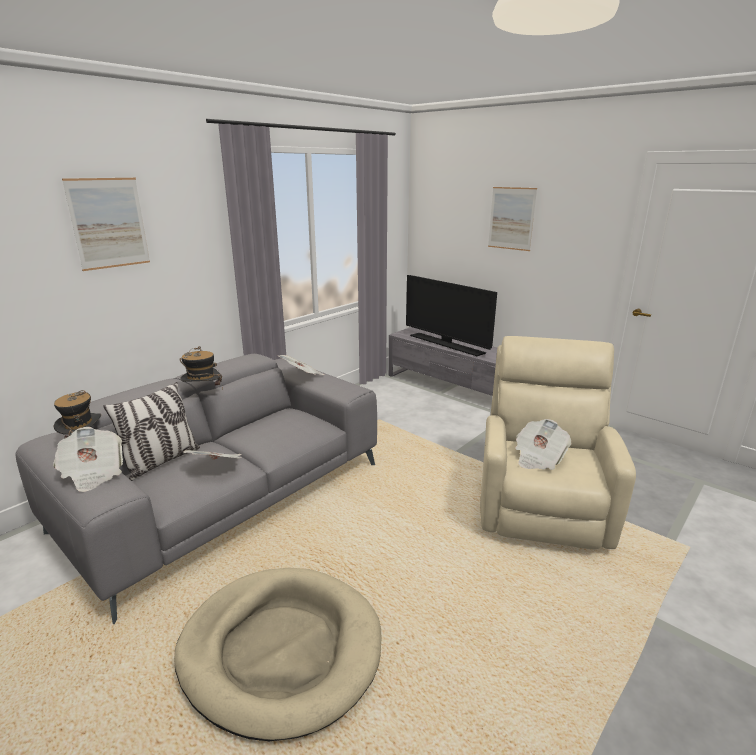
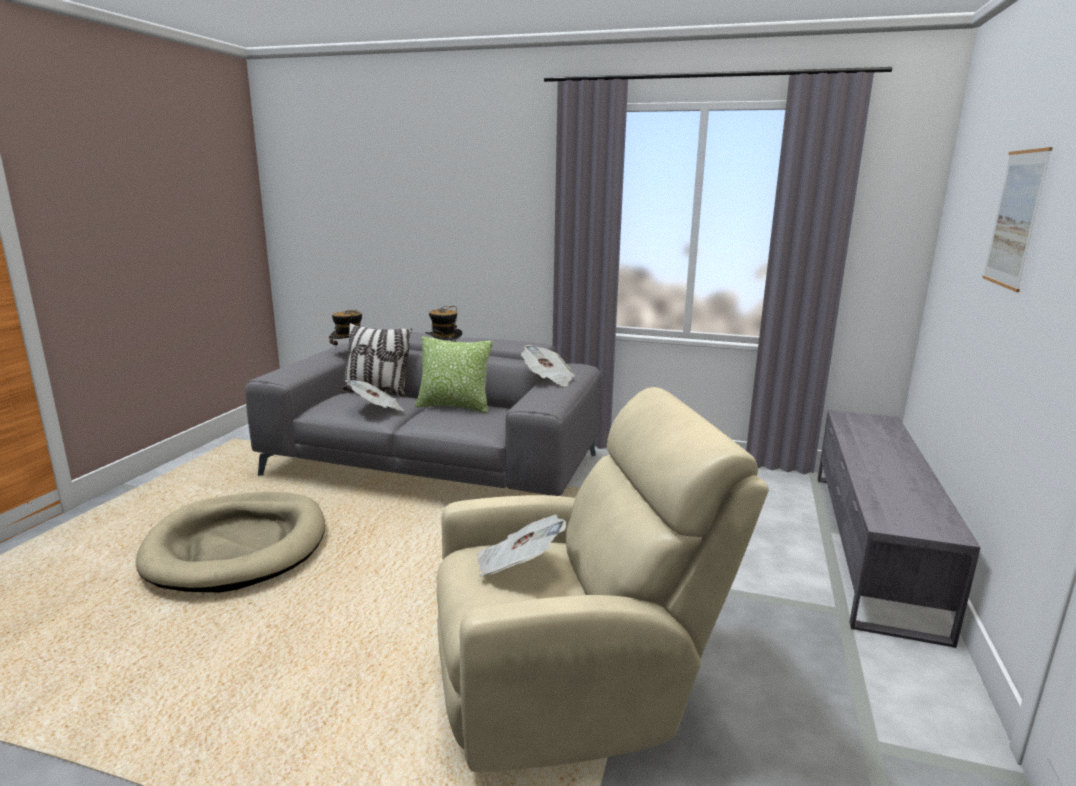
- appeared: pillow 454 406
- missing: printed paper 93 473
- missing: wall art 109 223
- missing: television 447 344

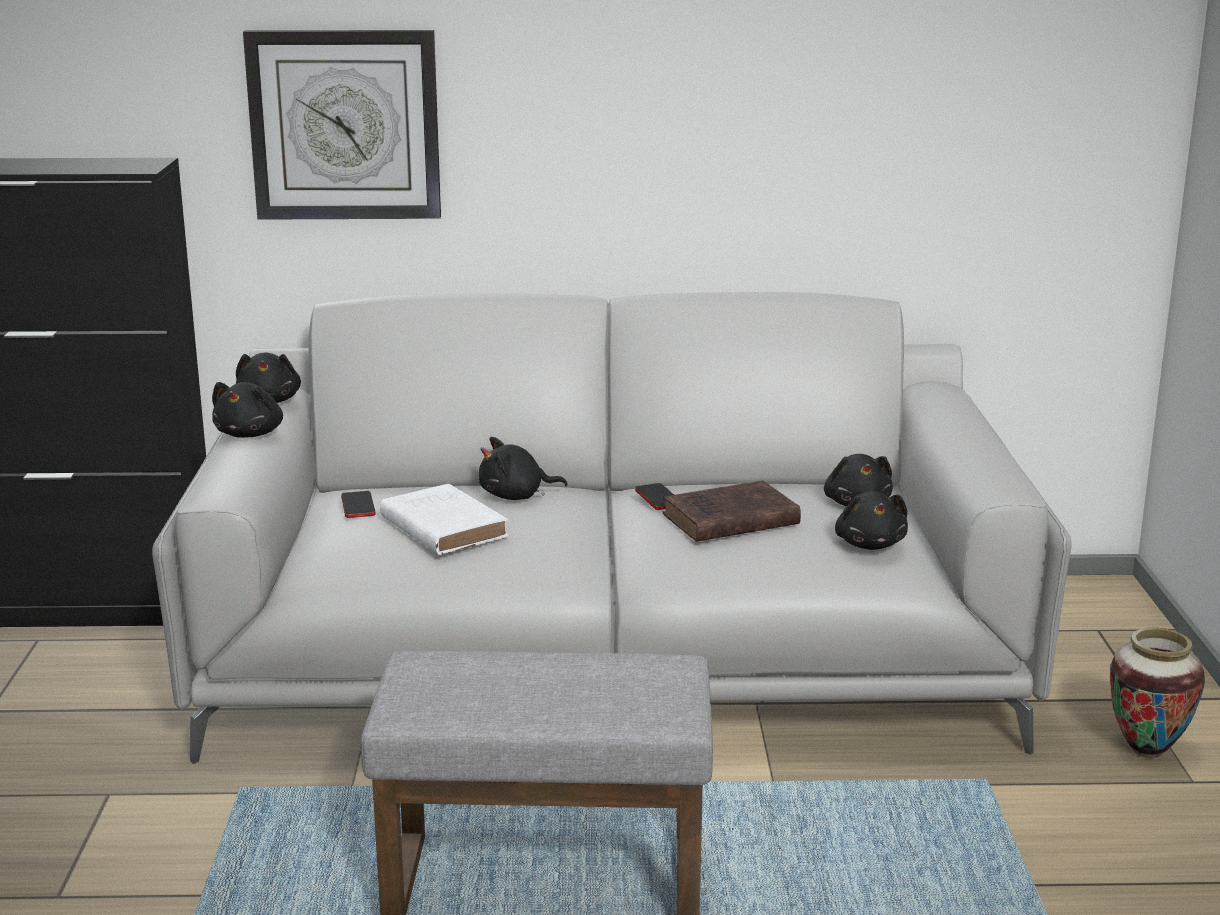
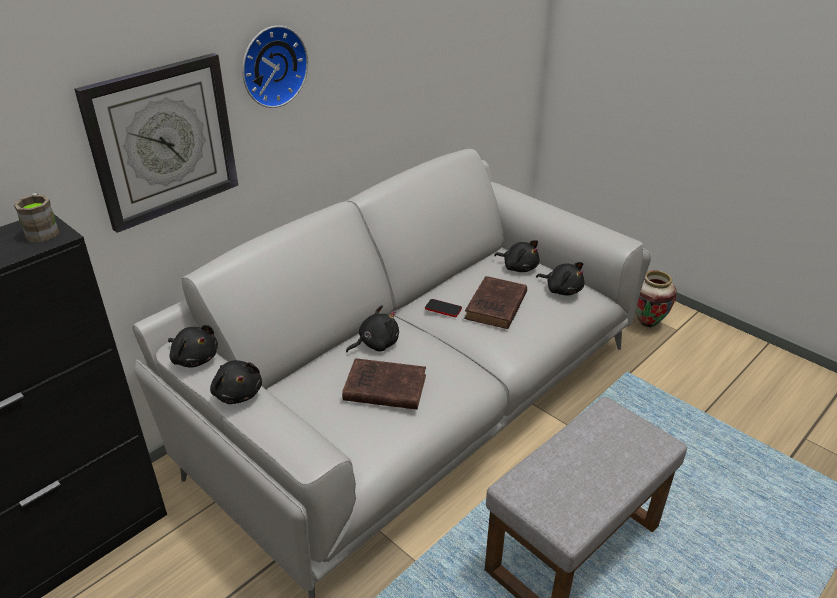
- appeared: brown coffee mug 42 230
- appeared: clock on the wall 272 66
- colour: whitish volume 441 526 to brown volume 382 388
- spun: blackish soft toy 516 496 = 376 344 150 degrees counterclockwise
- missing: handset 358 506

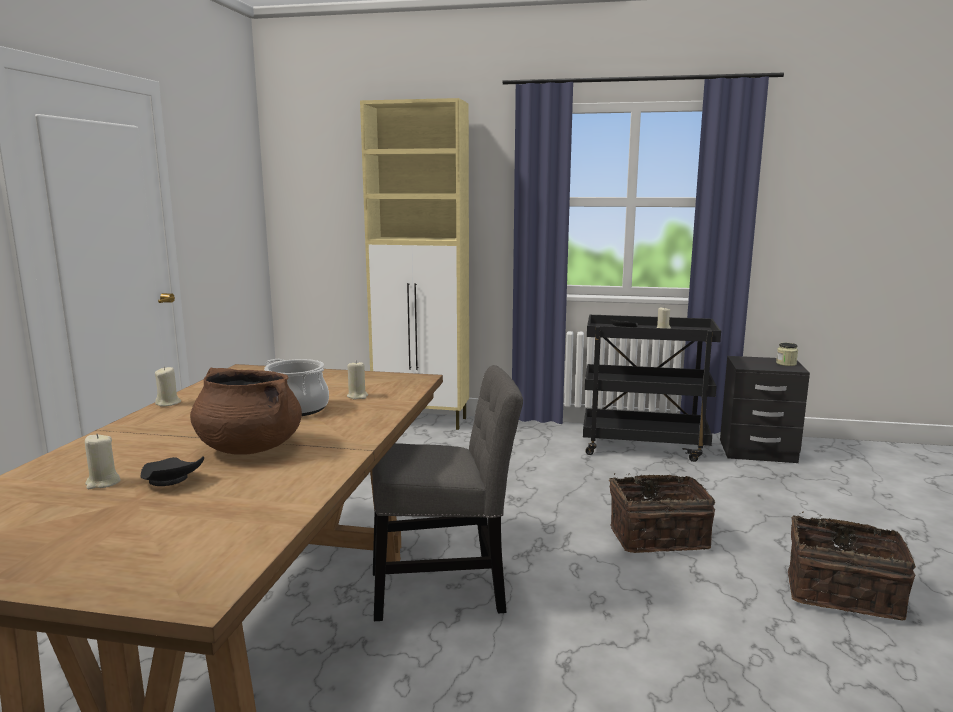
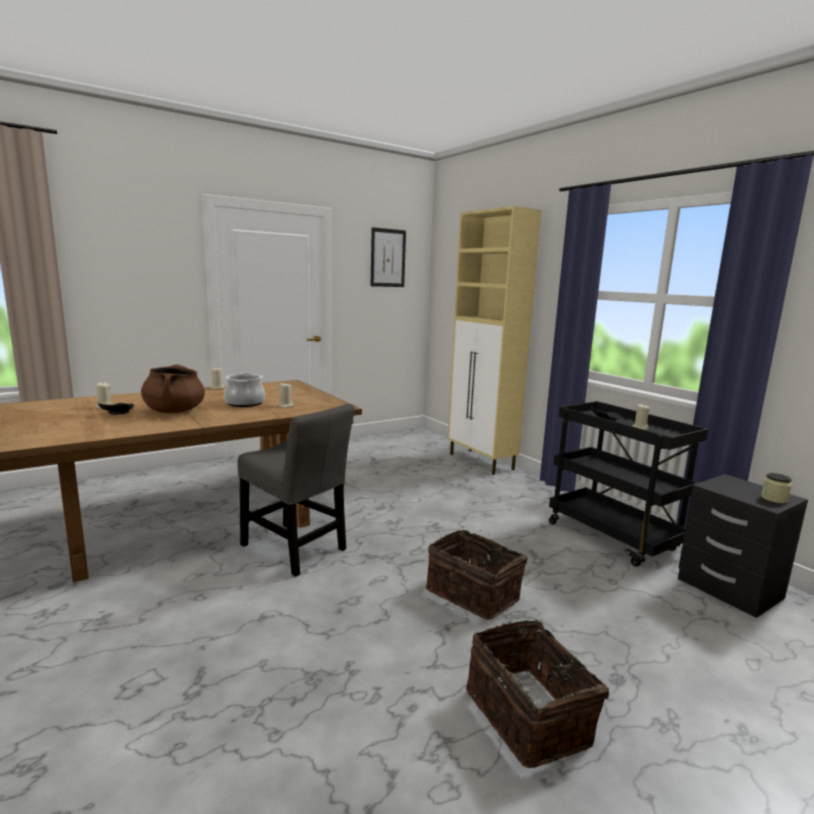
- appeared: wall art 388 258

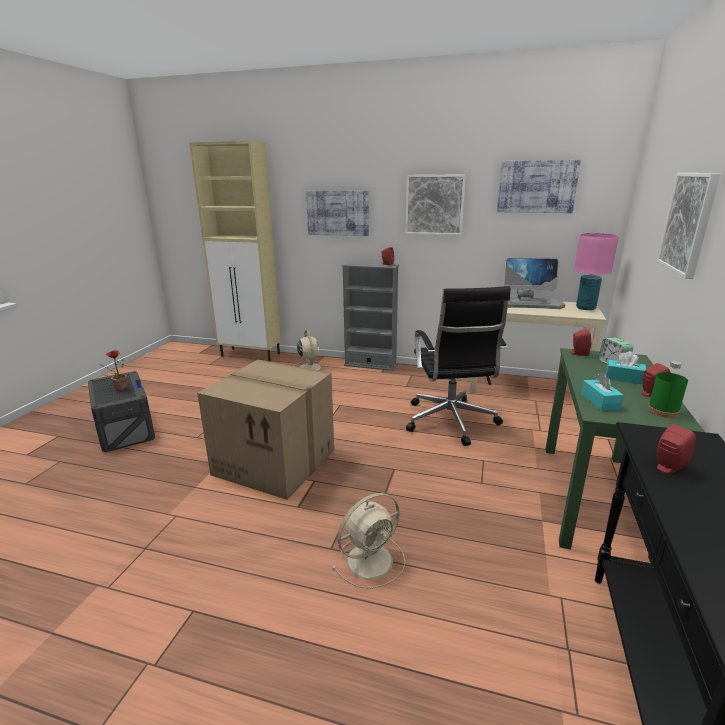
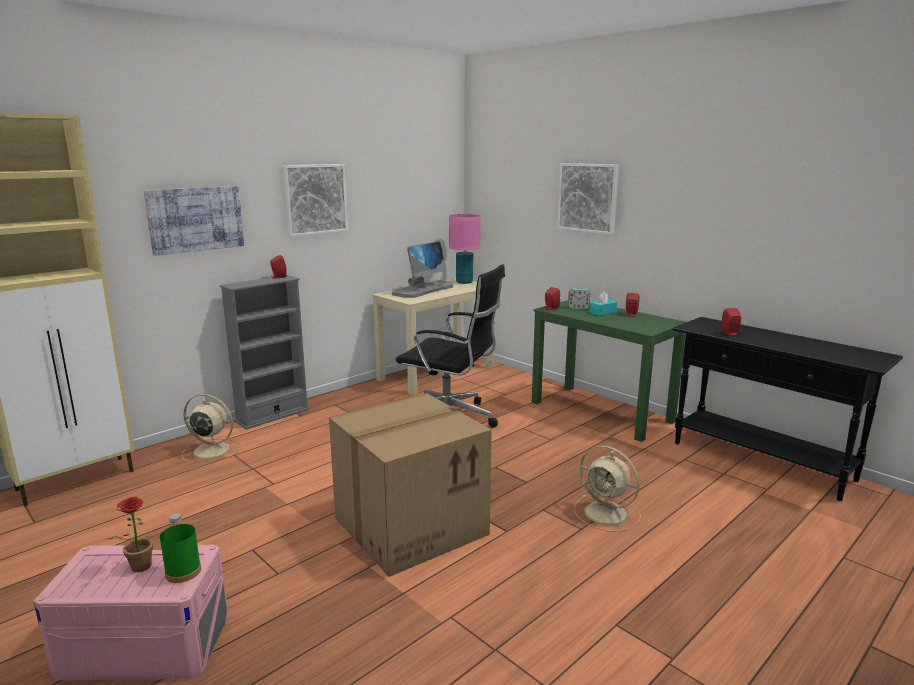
- colour: gray storage box 125 429 to pink storage box 144 645
- relocated: greenish drink bottle 663 411 to 183 572
- spun: beige-coloured electric fan 371 559 = 607 514 135 degrees clockwise
- missing: wall art 536 186
- missing: turquoise tissue box 600 401

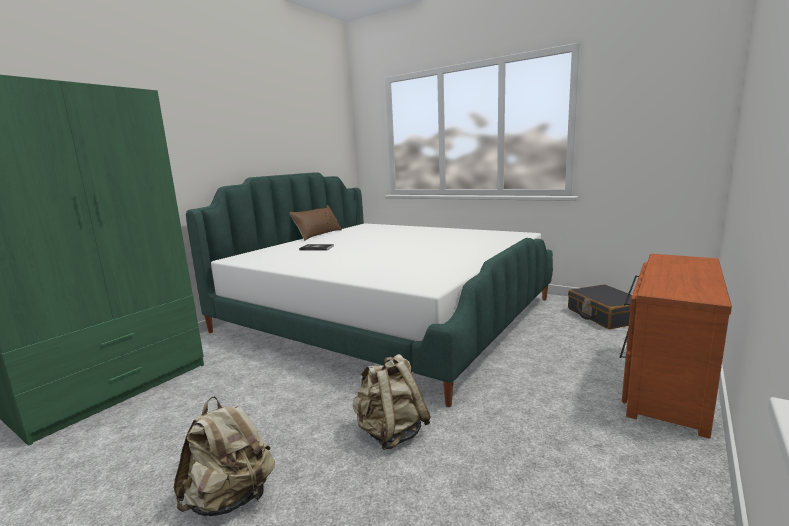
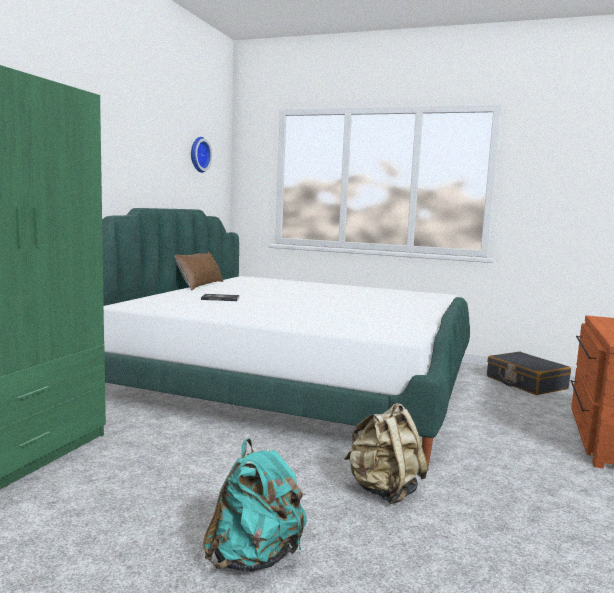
- appeared: clock on the wall 198 154
- colour: beige-coloured backpack 231 498 to turquoise backpack 255 558

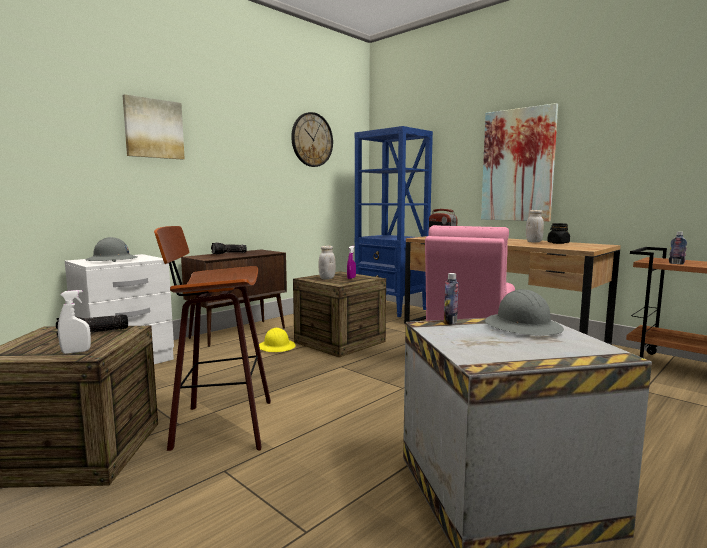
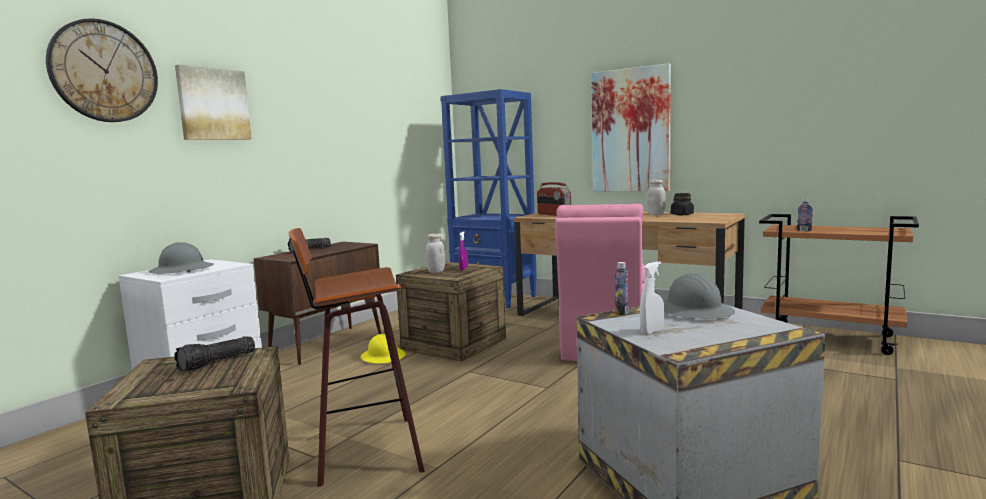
- relocated: clock on the wall 312 140 to 104 71
- relocated: whitish spray bottle 76 352 to 652 331

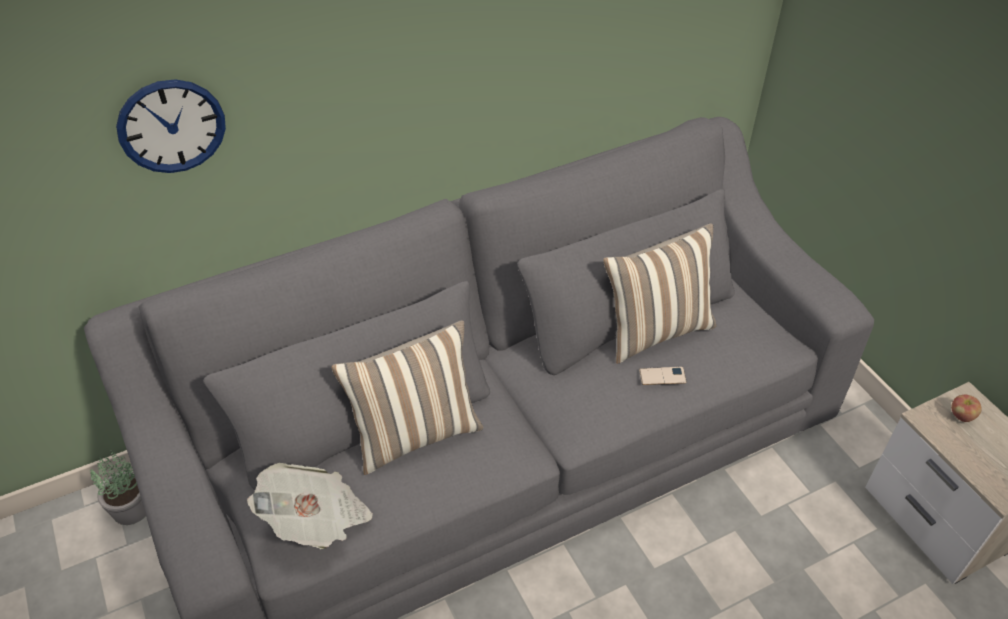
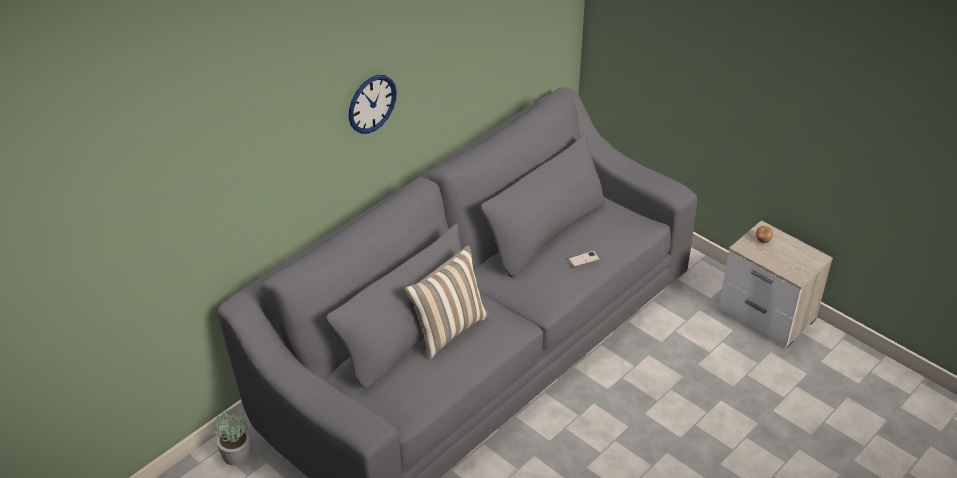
- relocated: clock on the wall 172 126 to 372 104
- missing: printed paper 316 519
- missing: pillow 655 331

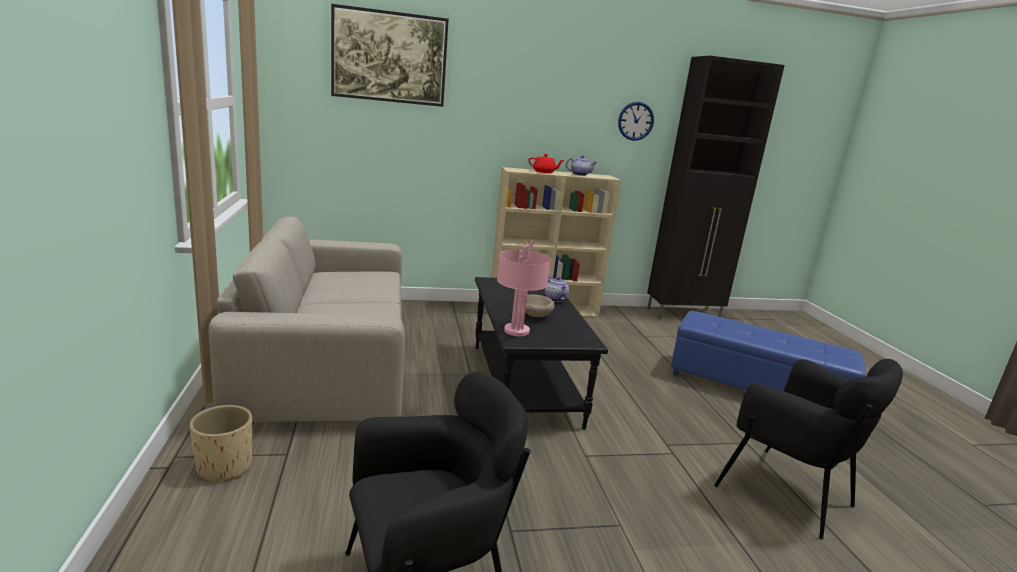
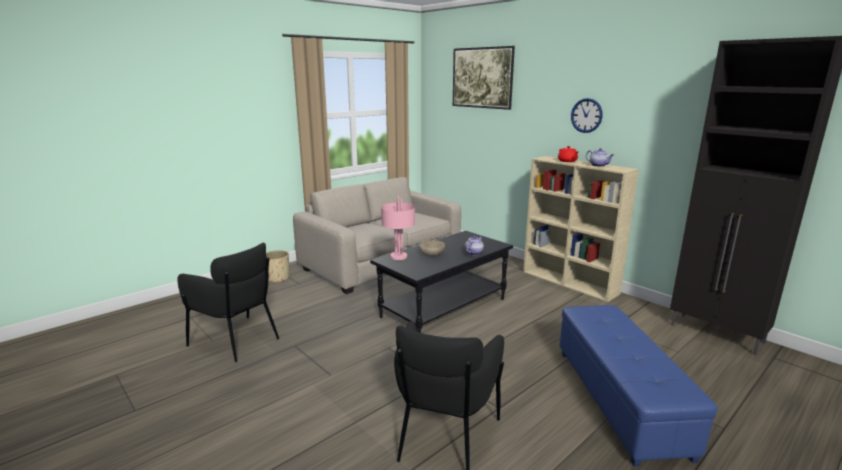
- relocated: clock on the wall 635 121 to 586 115

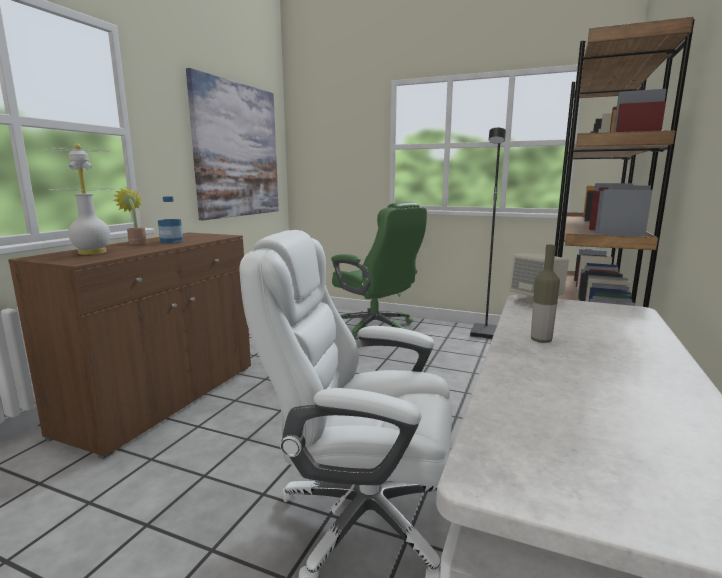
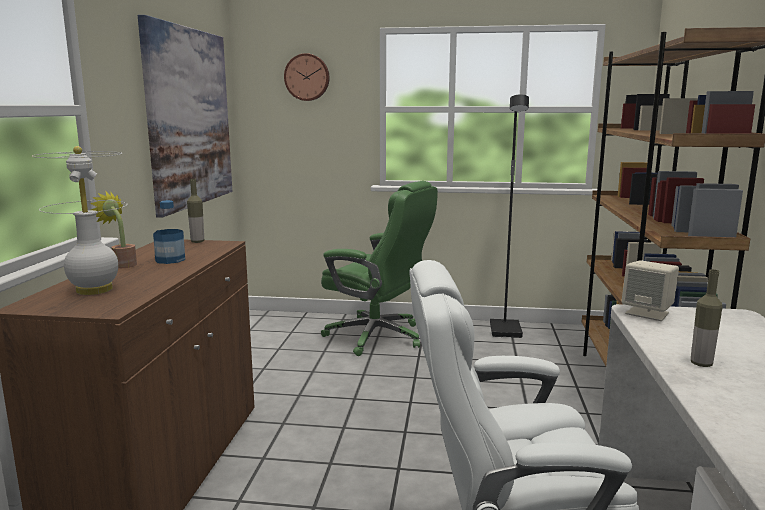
- appeared: drink bottle 197 241
- appeared: clock on the wall 307 77

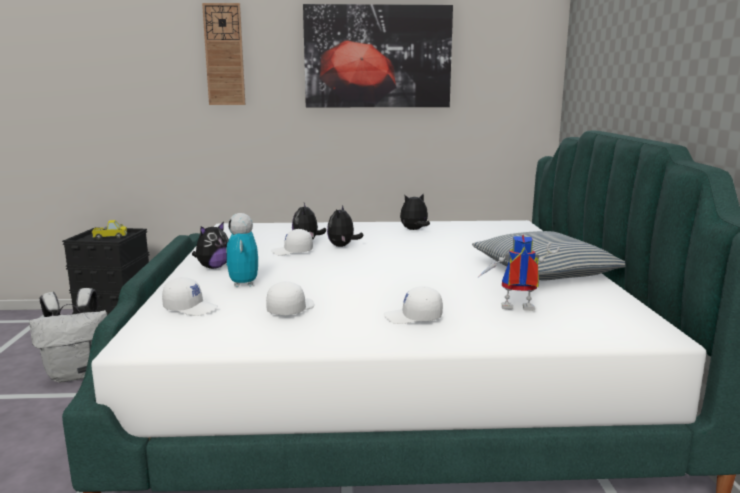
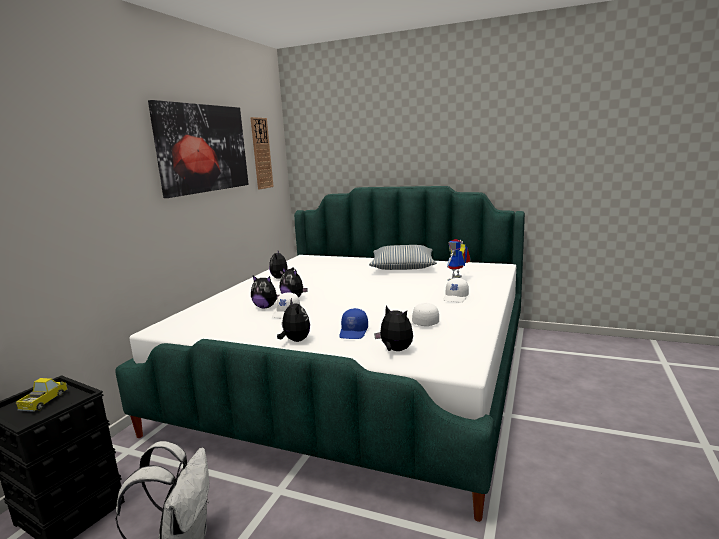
- relocated: clock on the wall 224 55 to 261 153
- exchanged: robot figure 243 284 to blue peaked cap 354 332
- exchanged: whitish peaked cap 191 308 to soft toy 395 350

